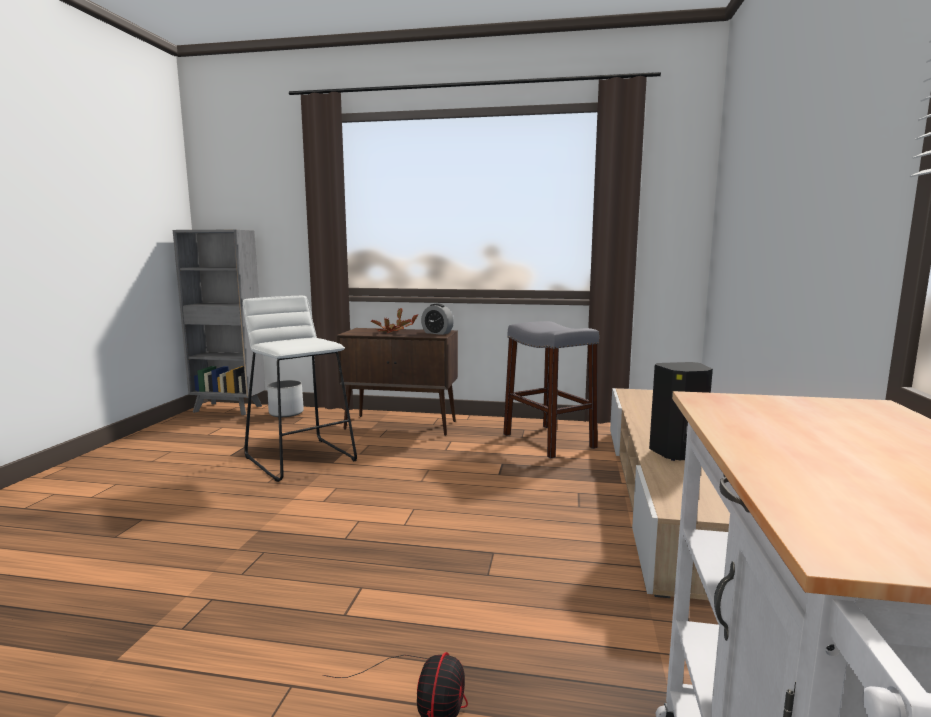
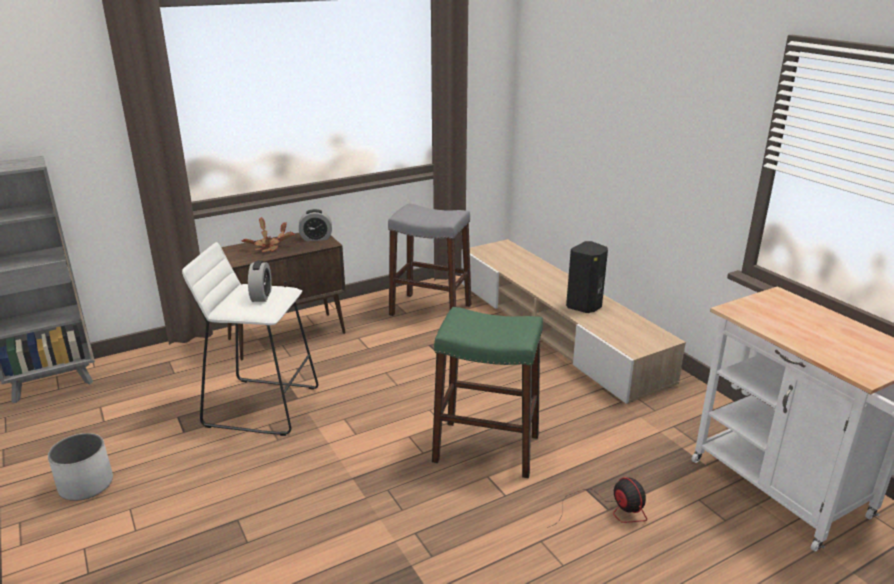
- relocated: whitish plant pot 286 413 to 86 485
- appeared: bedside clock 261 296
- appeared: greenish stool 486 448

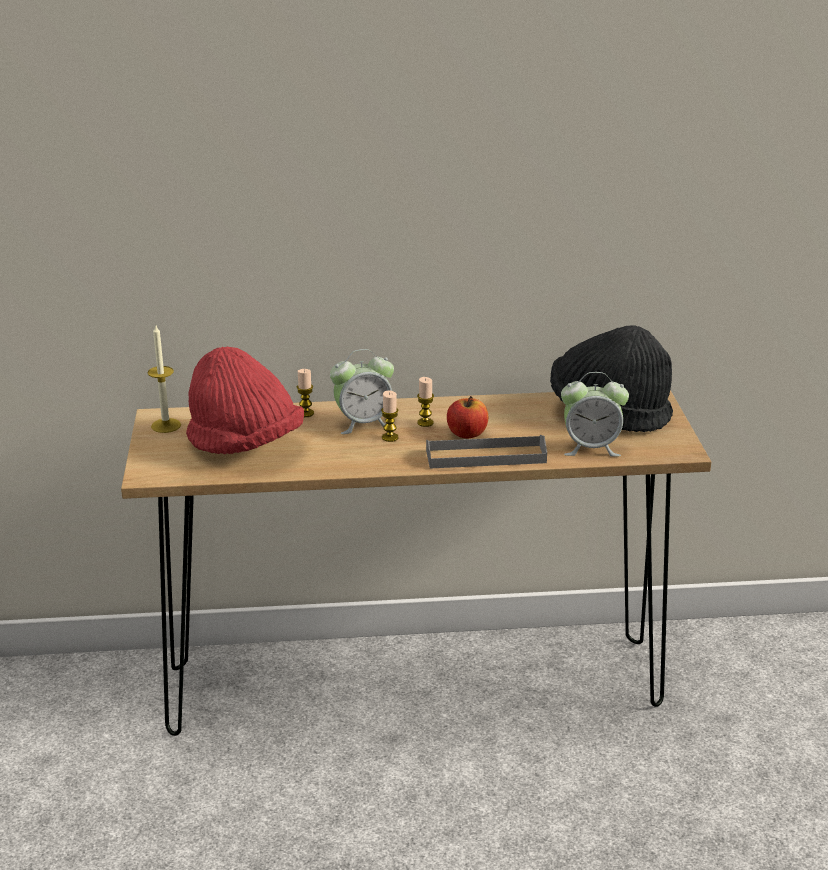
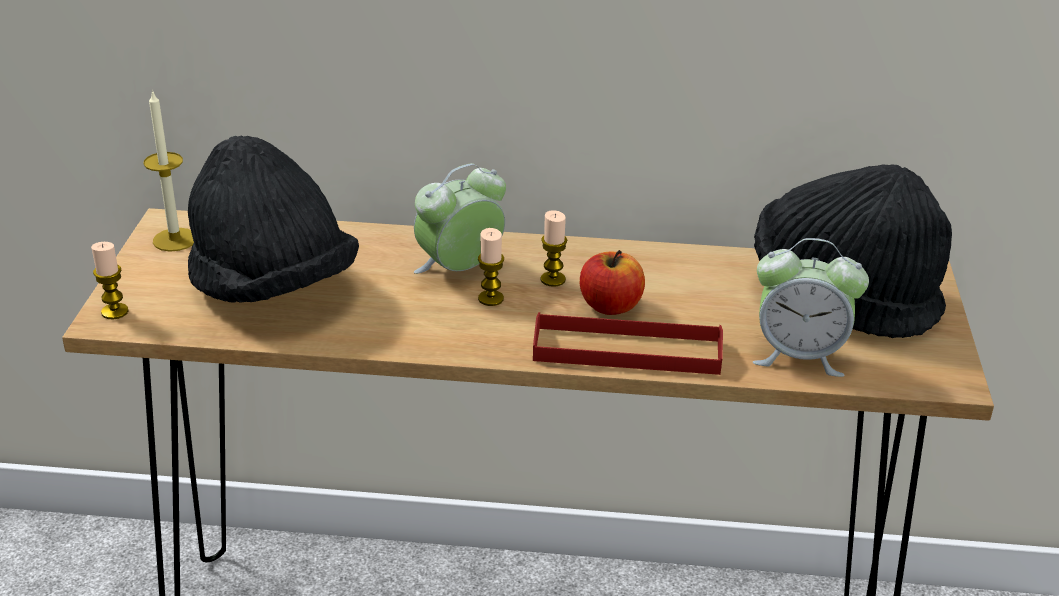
- relocated: candle 306 413 to 115 312
- colour: reddish hat 244 445 to blackish hat 271 286
- spun: bedside clock 363 423 = 460 269 150 degrees clockwise
- colour: gray carrying tray 485 456 to reddish carrying tray 627 350

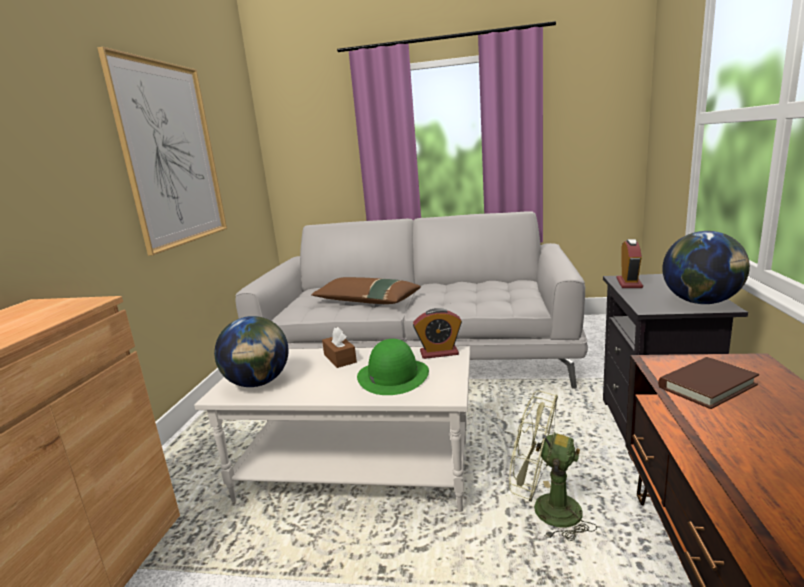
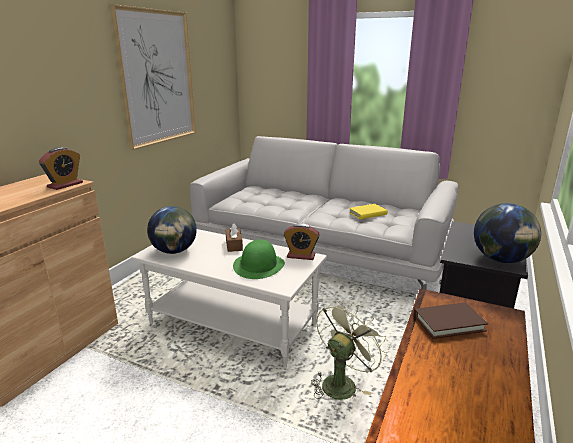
- relocated: bedside clock 629 283 to 65 185
- spun: greenish electric fan 545 510 = 342 382 90 degrees clockwise
- appeared: yellow-coloured volume 368 213
- missing: brown pillow 366 301

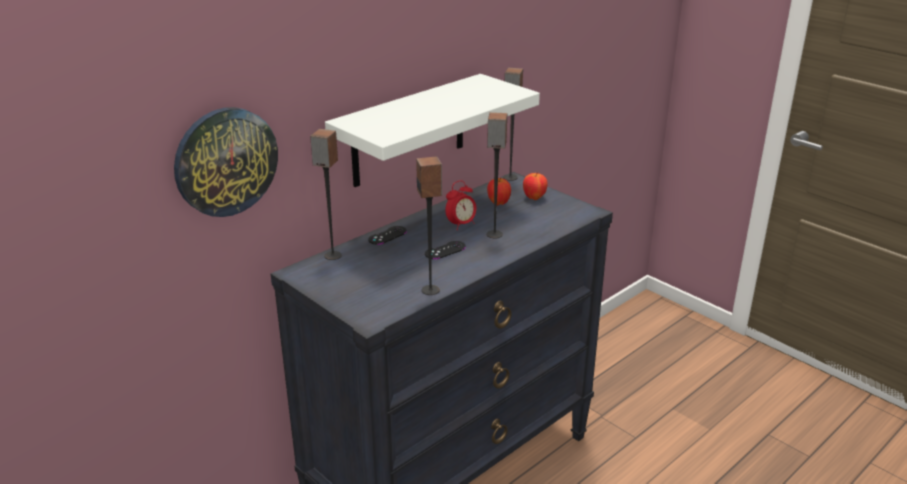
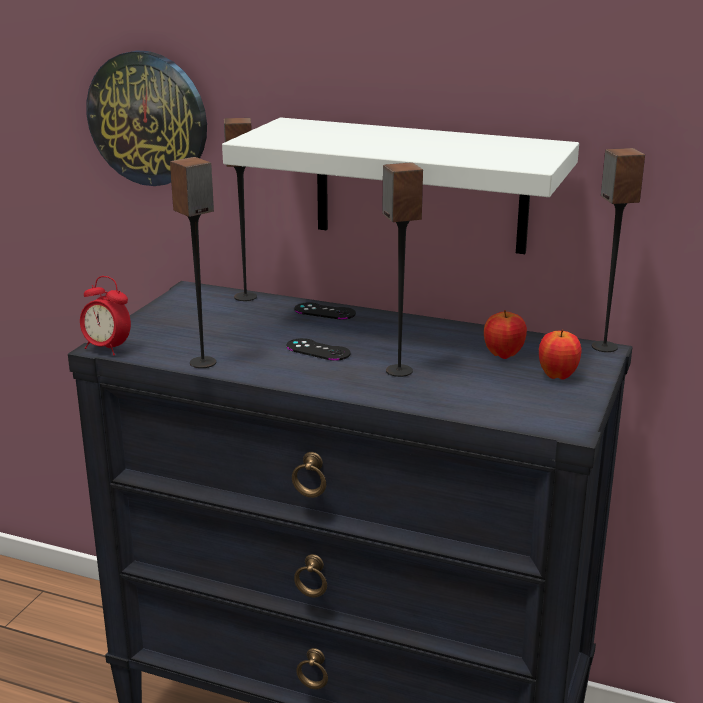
- relocated: bedside clock 461 224 to 107 348

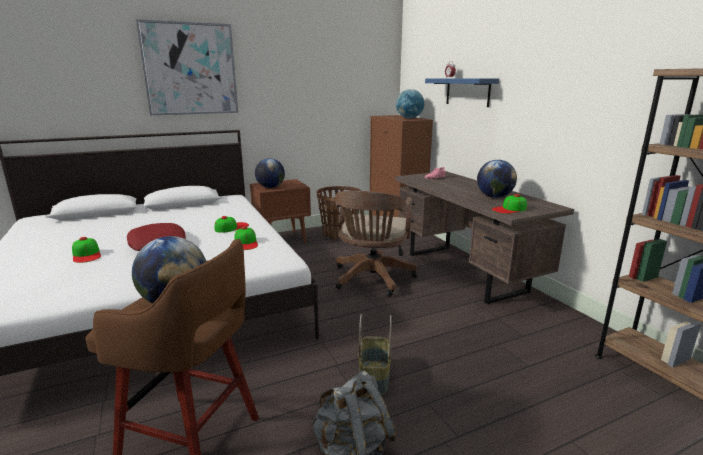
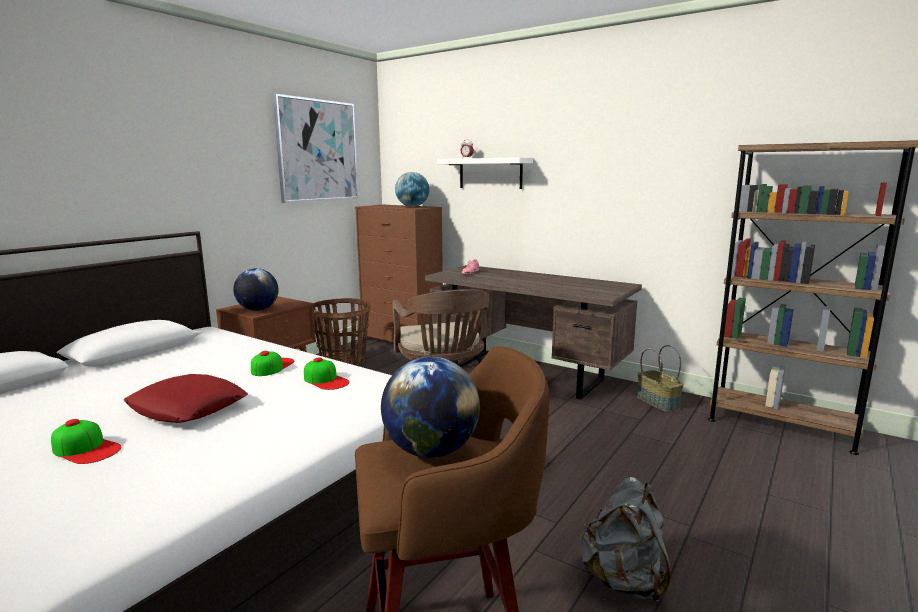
- relocated: wall art 190 69 to 317 151
- colour: blue wall shelf 467 92 to whitish wall shelf 490 173
- relocated: storage basket 375 377 to 658 402
- missing: desk globe 494 197
- missing: peaked cap 509 209

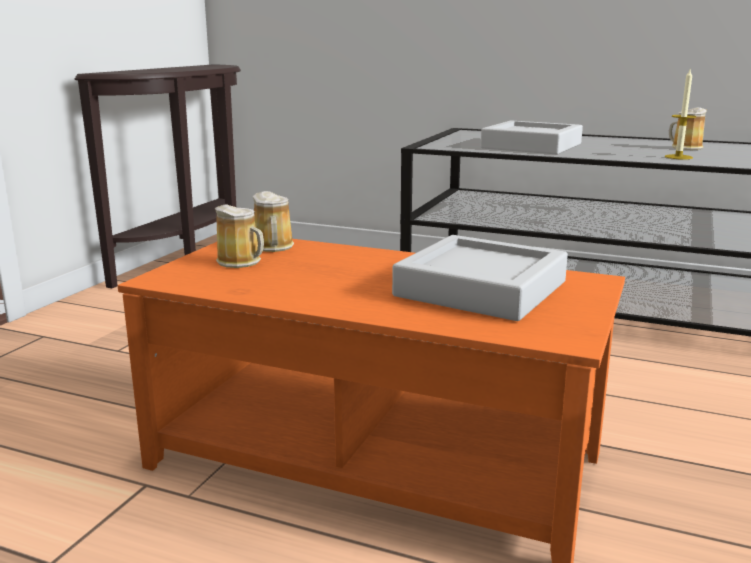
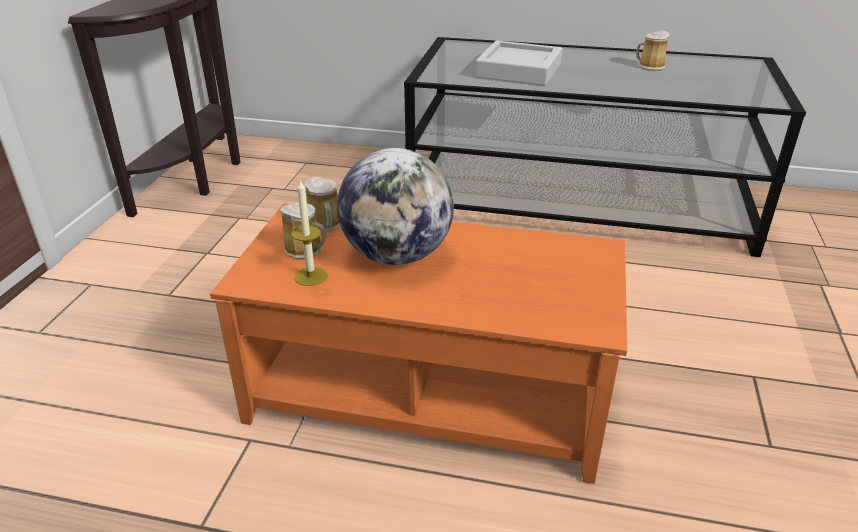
- relocated: candle 678 157 to 311 276
- appeared: desk globe 397 255
- missing: gray carrying tray 481 289

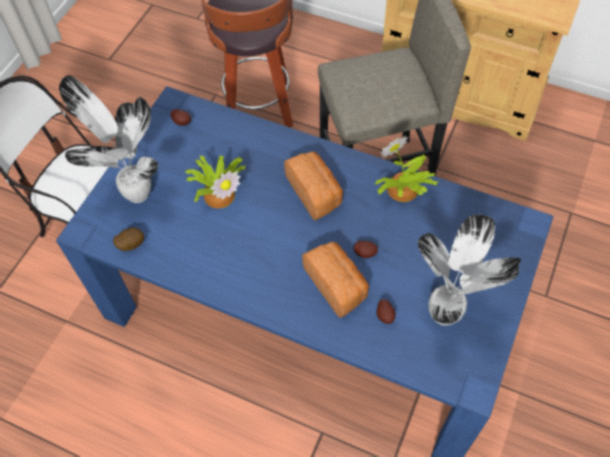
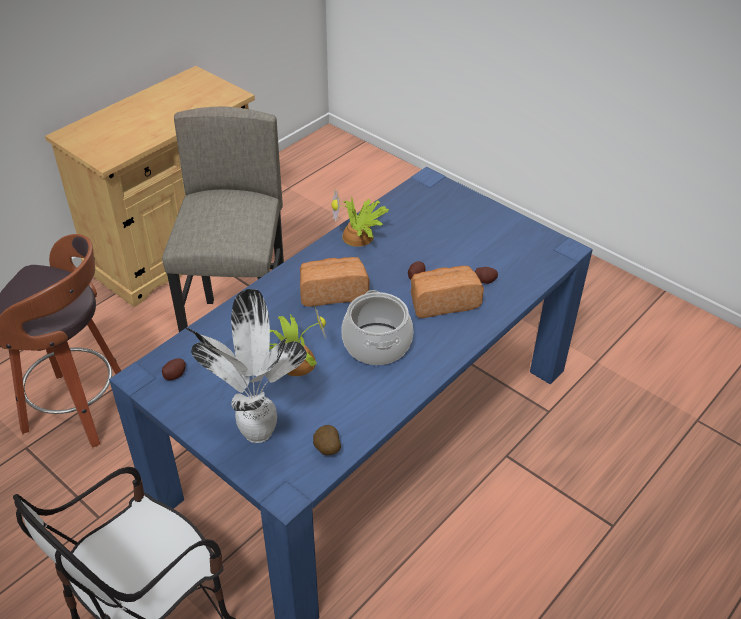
- appeared: cooking pot 376 344
- missing: potted plant 446 316

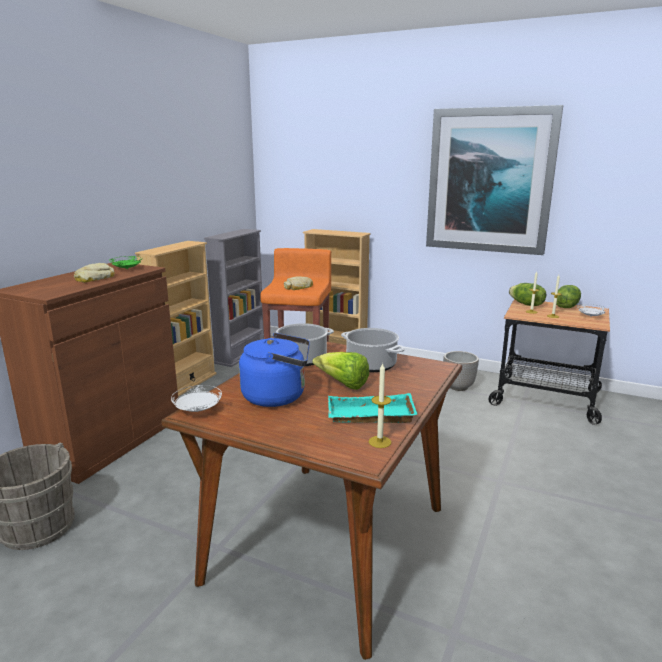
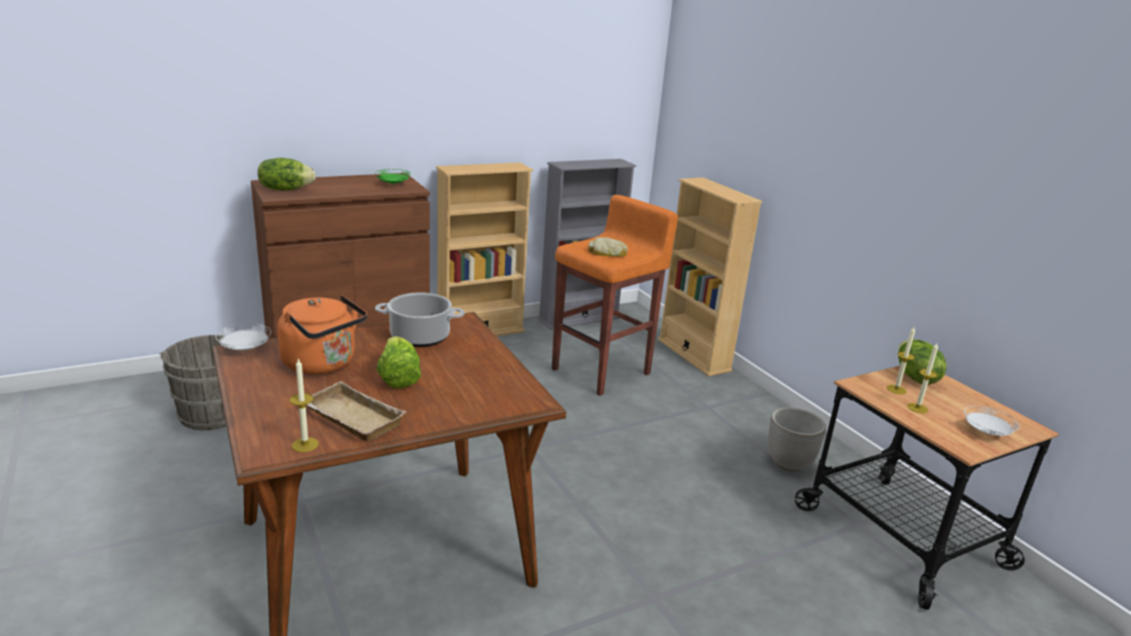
- relocated: lettuce head 566 306 to 285 189
- colour: blue water kettle 278 396 to orange water kettle 323 364
- colour: turquoise carrying tray 369 416 to beige-coloured carrying tray 349 418
- missing: bread 94 278
- missing: cooking pot 372 365
- missing: wall art 490 181

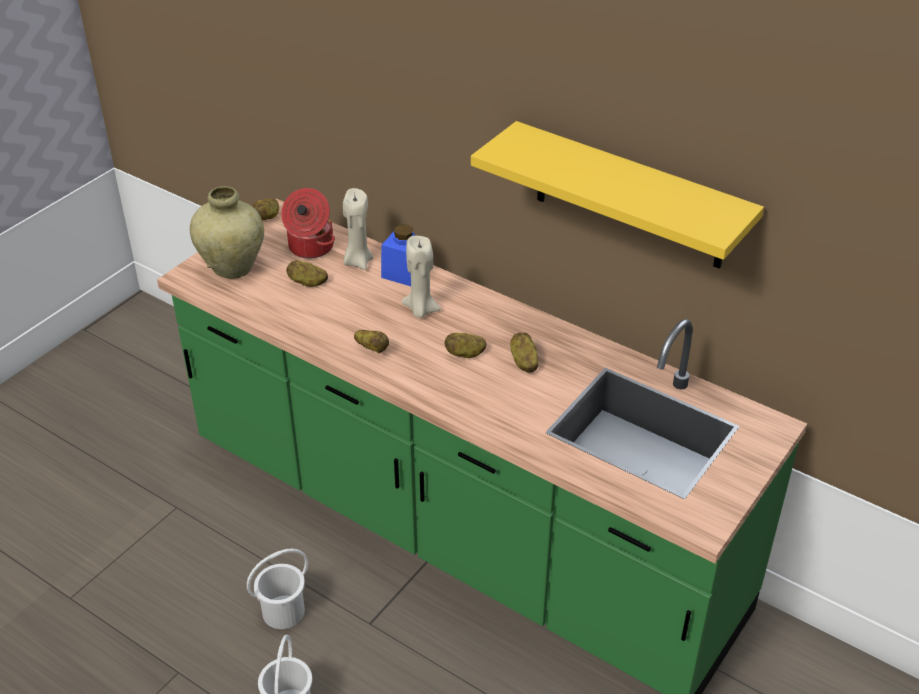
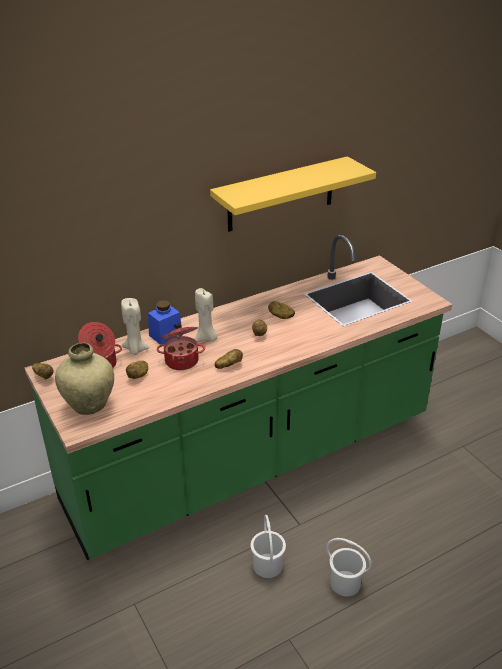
- appeared: cooking pot 182 360

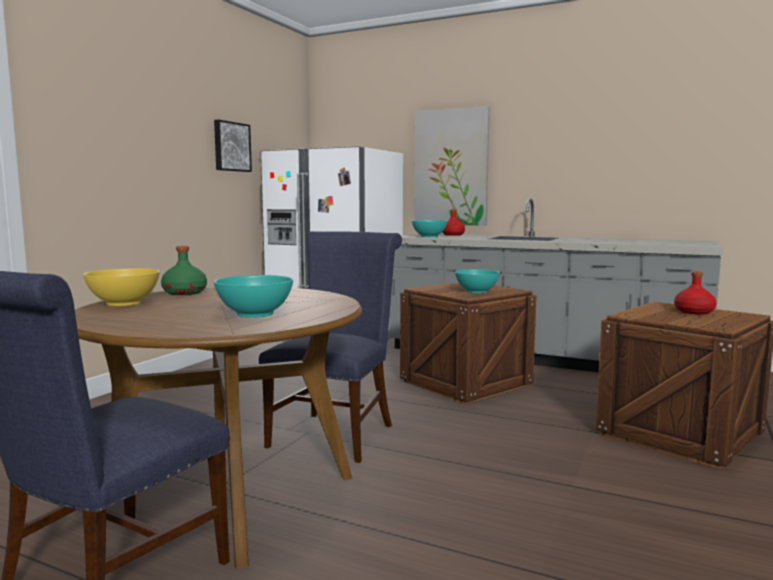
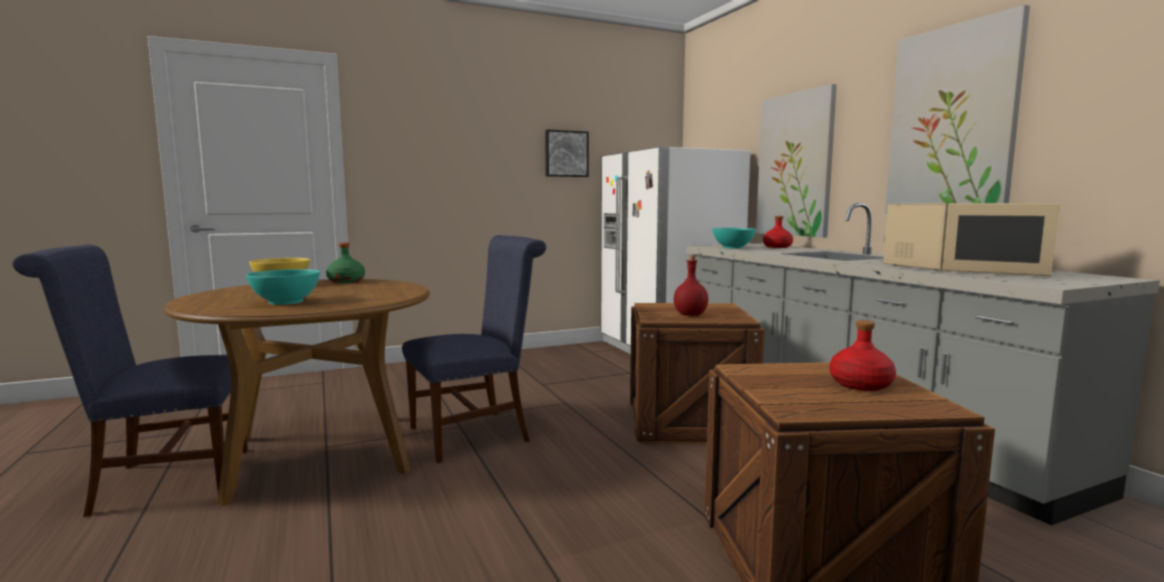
- exchanged: turquoise serving bowl 476 291 to reddish drink bottle 690 315
- appeared: beige-coloured kitchen microwave 949 266
- appeared: wall art 951 122

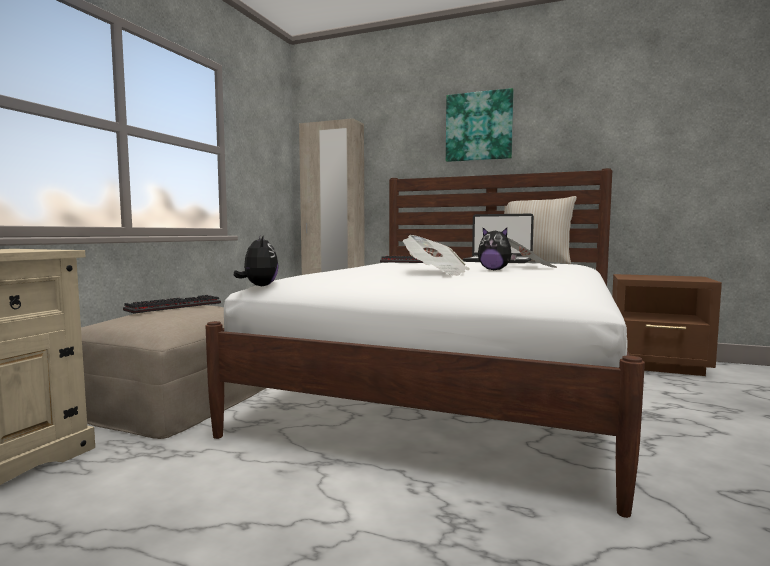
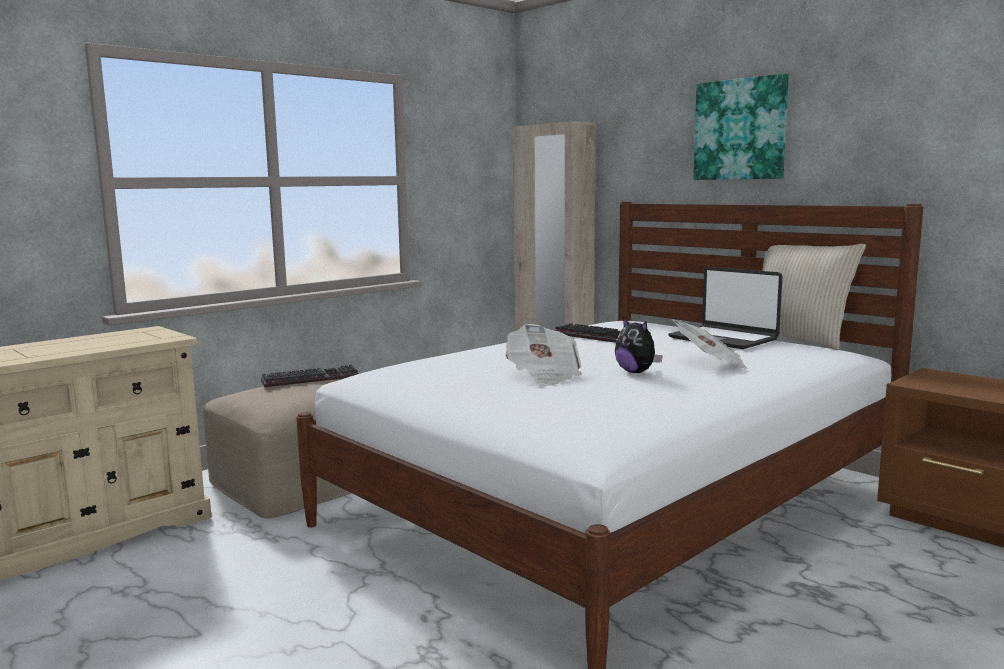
- missing: soft toy 259 286

